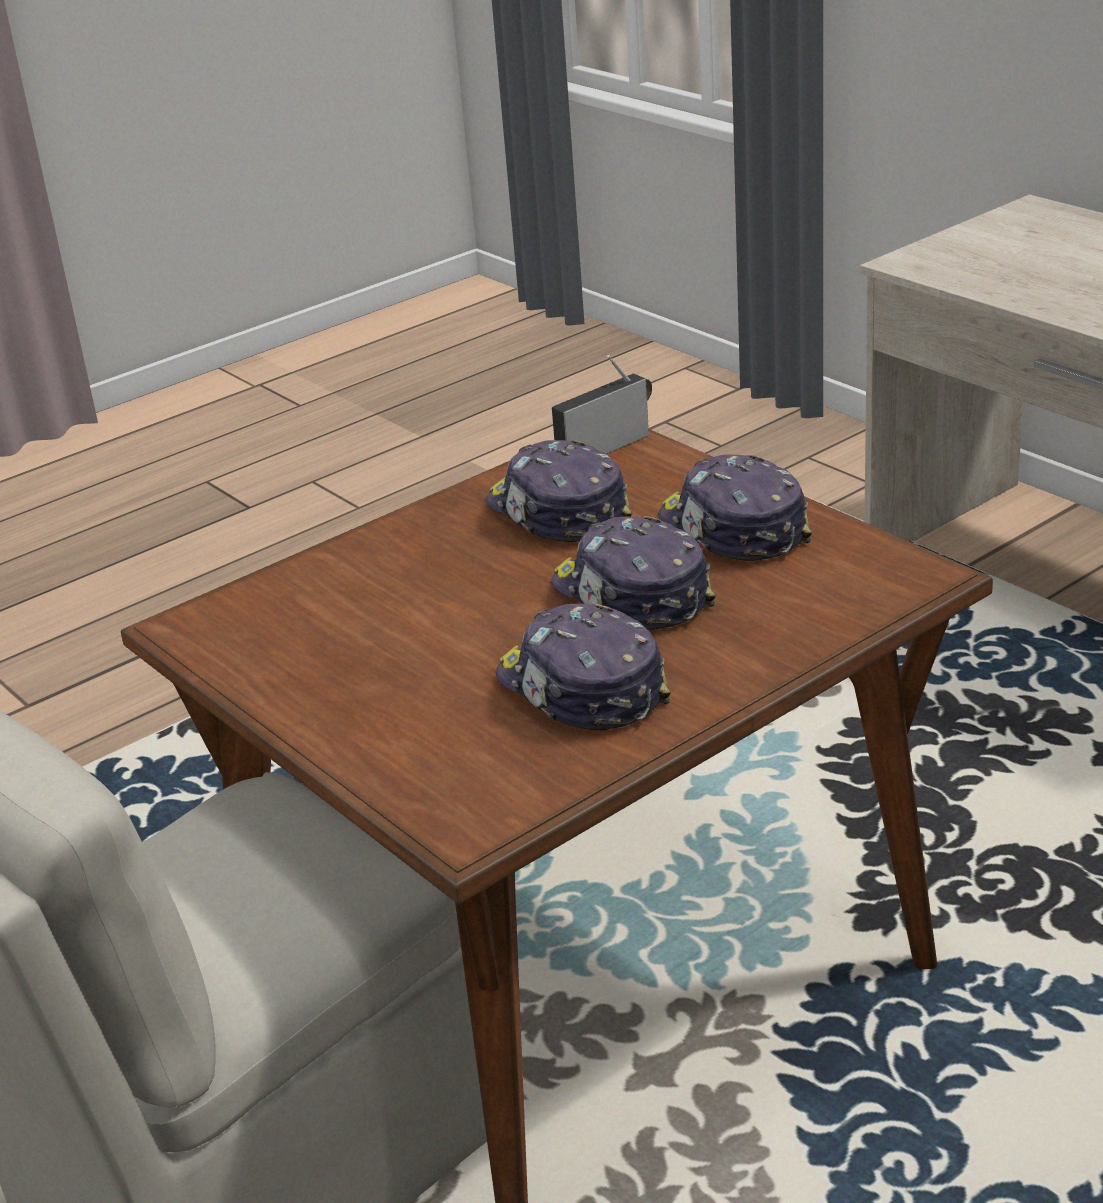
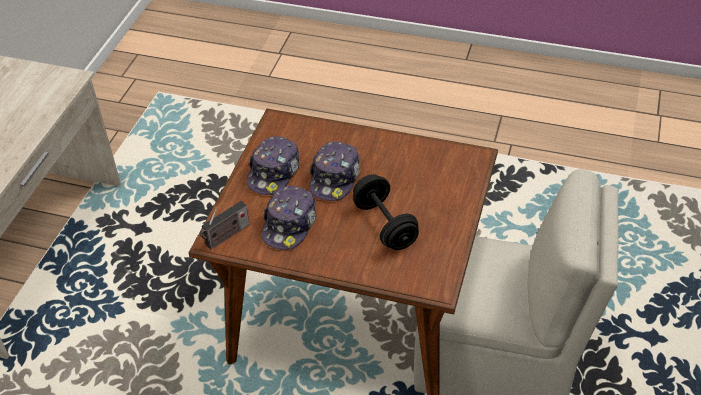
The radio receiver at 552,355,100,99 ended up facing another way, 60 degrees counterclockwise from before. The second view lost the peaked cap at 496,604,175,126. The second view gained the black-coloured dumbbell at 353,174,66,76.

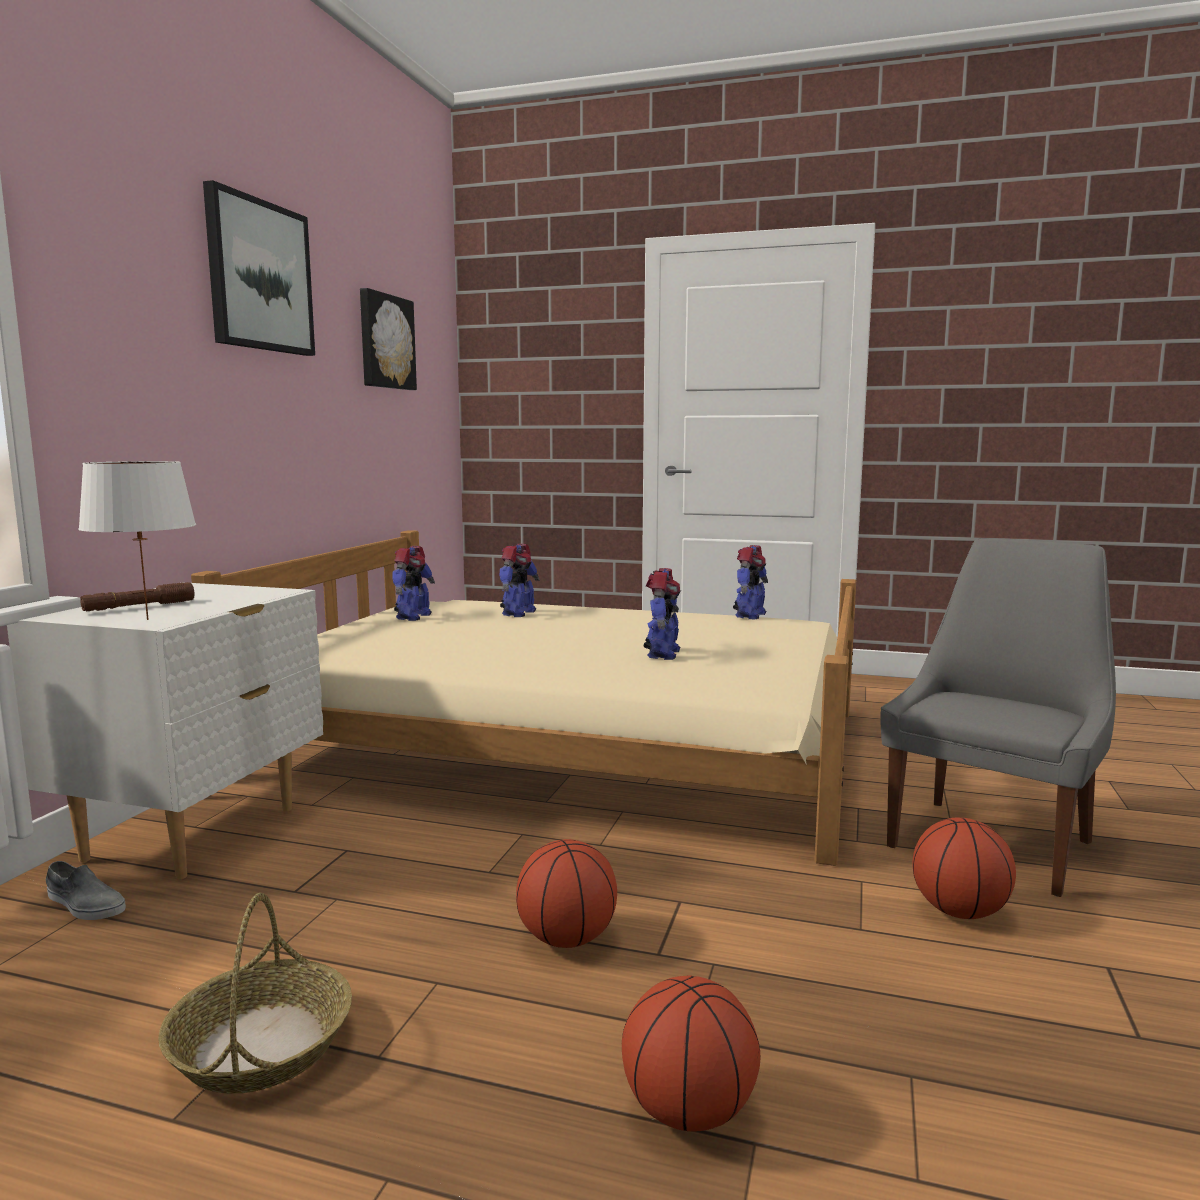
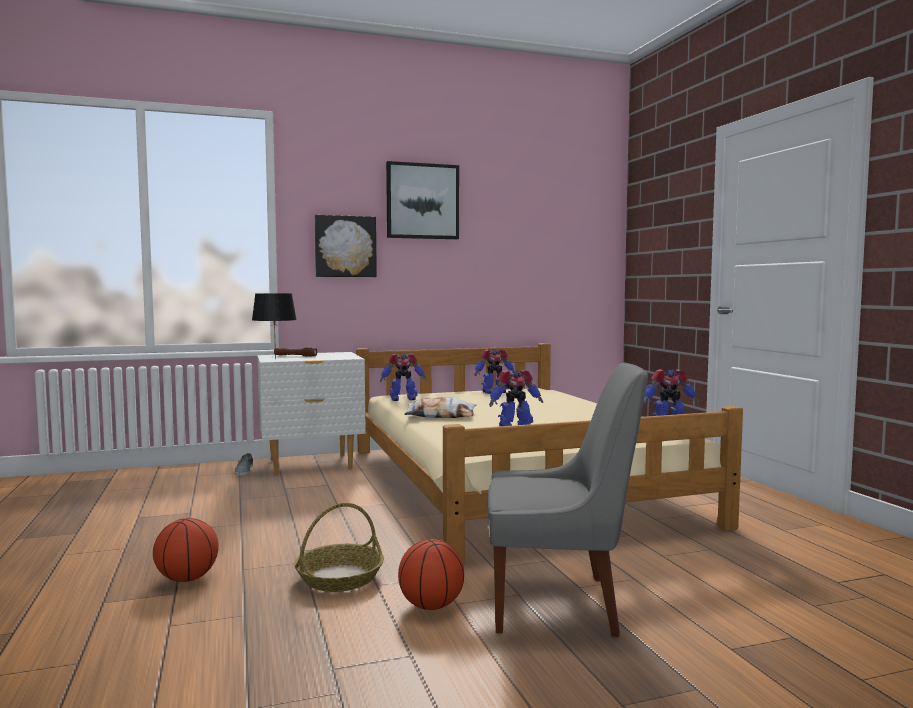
The wall picture ended up elsewhere, having gone from 360,288,57,102 to 315,215,62,62. What was the whitish lamp for a table at 78,461,118,159 turned into the black-coloured lamp for a table at 252,293,45,66. The model robot ended up elsewhere, having gone from 500,544,40,73 to 380,353,47,48. The second view lost the basketball ball at 516,839,101,109. The storage basket ended up elsewhere, having gone from 158,893,194,201 to 294,503,90,89. The second view gained the pillow at 404,397,72,21.

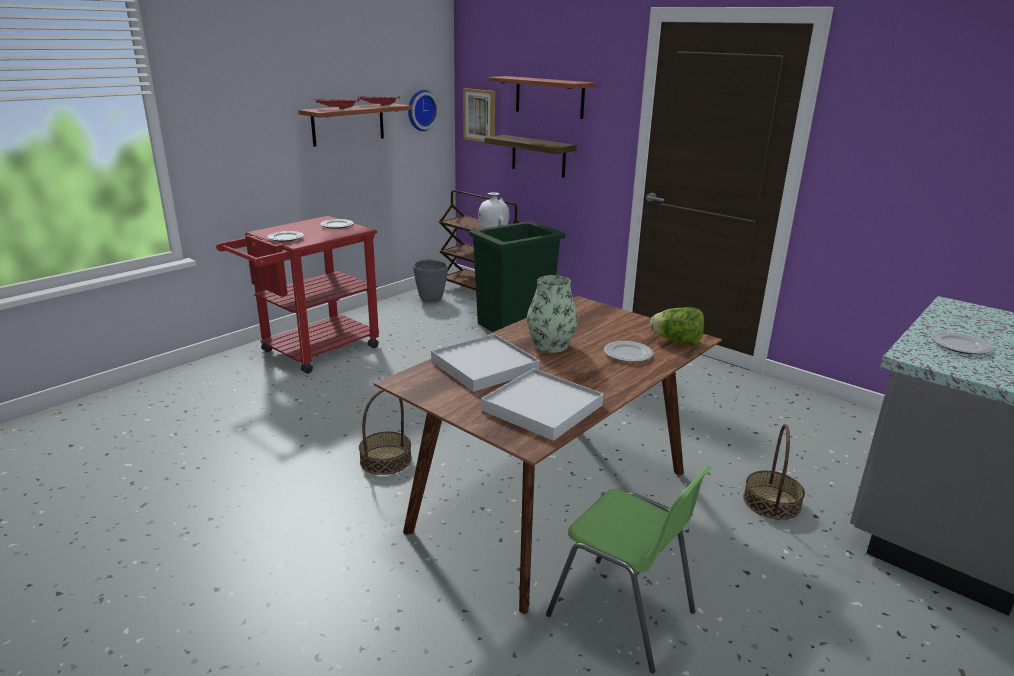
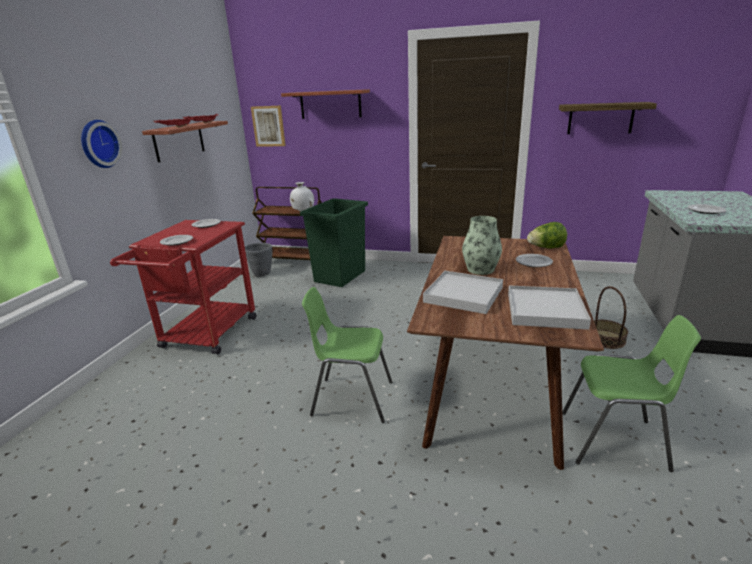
The hanging clock ended up elsewhere, having gone from 408,90,31,41 to 81,120,41,48. The shelf ended up elsewhere, having gone from 484,135,93,43 to 559,102,98,32. Where the storage basket stood at 359,390,53,85, the green plain chair came to stand at 302,287,90,136.

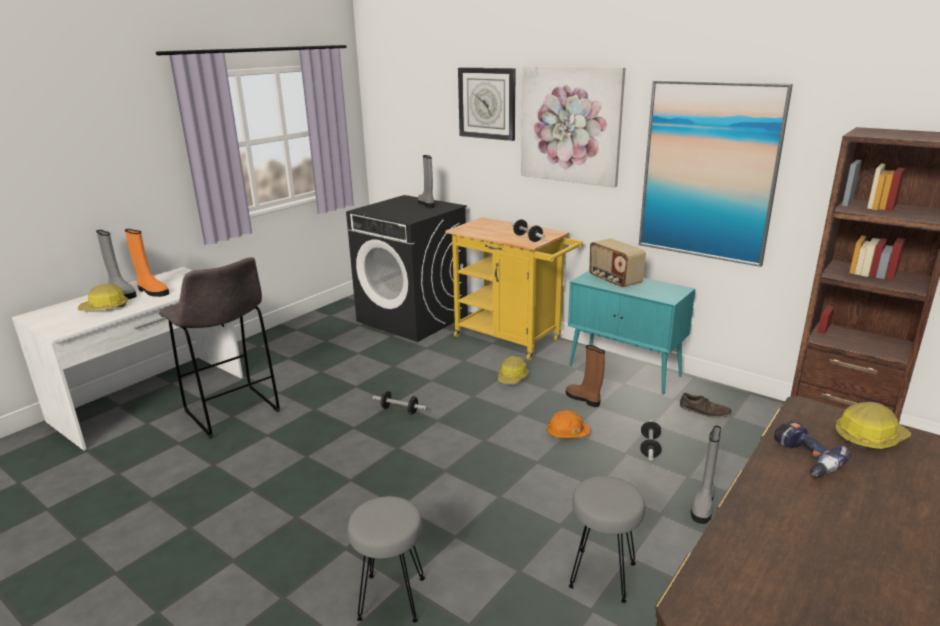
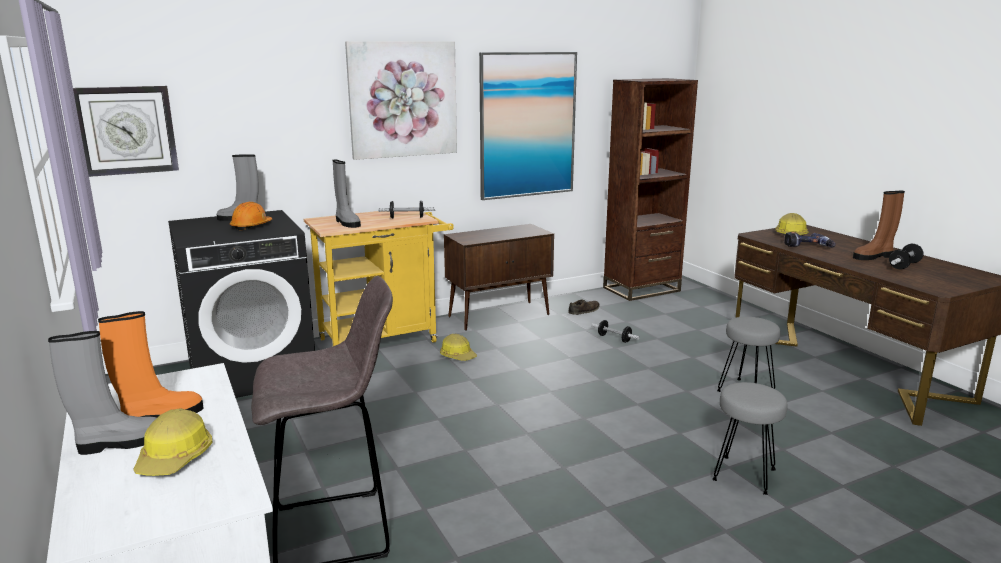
The hanging clock ended up elsewhere, having gone from 458,67,58,74 to 73,86,106,91. The second view lost the radio receiver at 589,238,57,50. What was the turquoise-coloured storage cabinet at 568,271,127,124 turned into the brown storage cabinet at 444,224,110,107. The brown high-top boot ended up elsewhere, having gone from 566,345,39,62 to 853,191,52,69. The dumbbell ended up elsewhere, having gone from 373,391,54,24 to 889,244,34,26. The orange-coloured work helmet ended up elsewhere, having gone from 546,410,45,29 to 230,202,42,28. The grey high-top boot ended up elsewhere, having gone from 691,426,30,98 to 332,160,29,68.

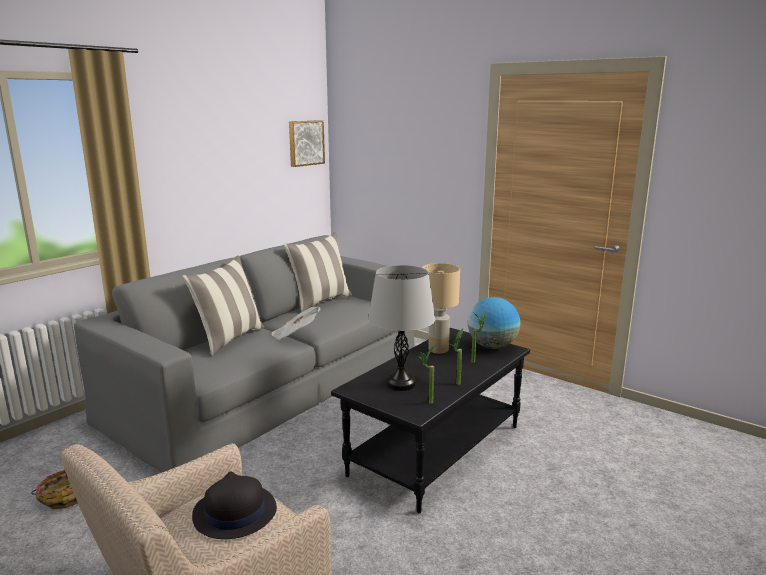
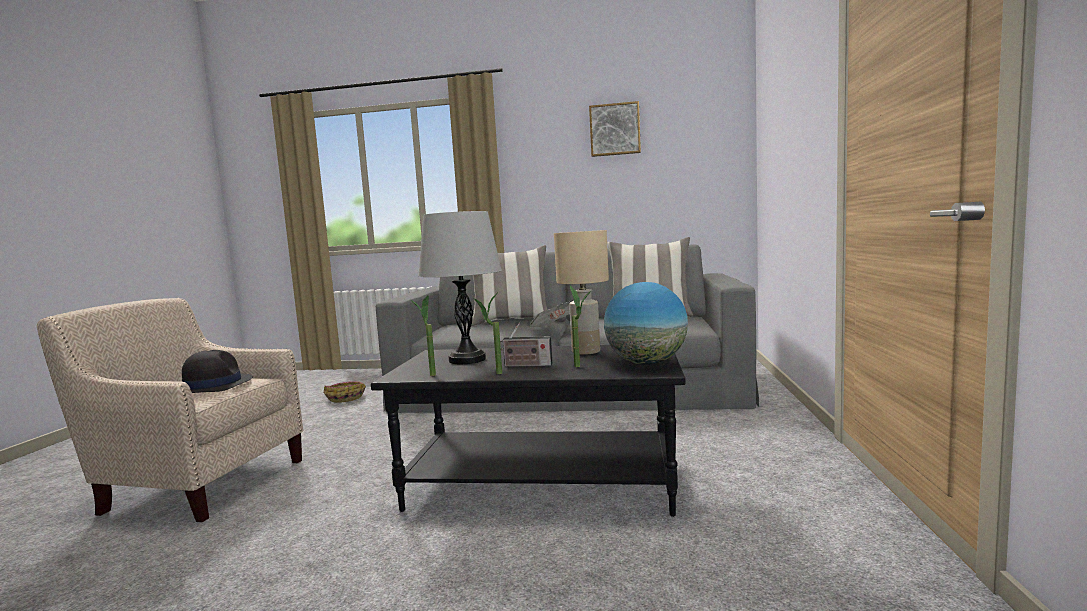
The wall picture ended up elsewhere, having gone from 289,120,36,47 to 589,101,52,56. The second view gained the radio receiver at 500,323,52,44.

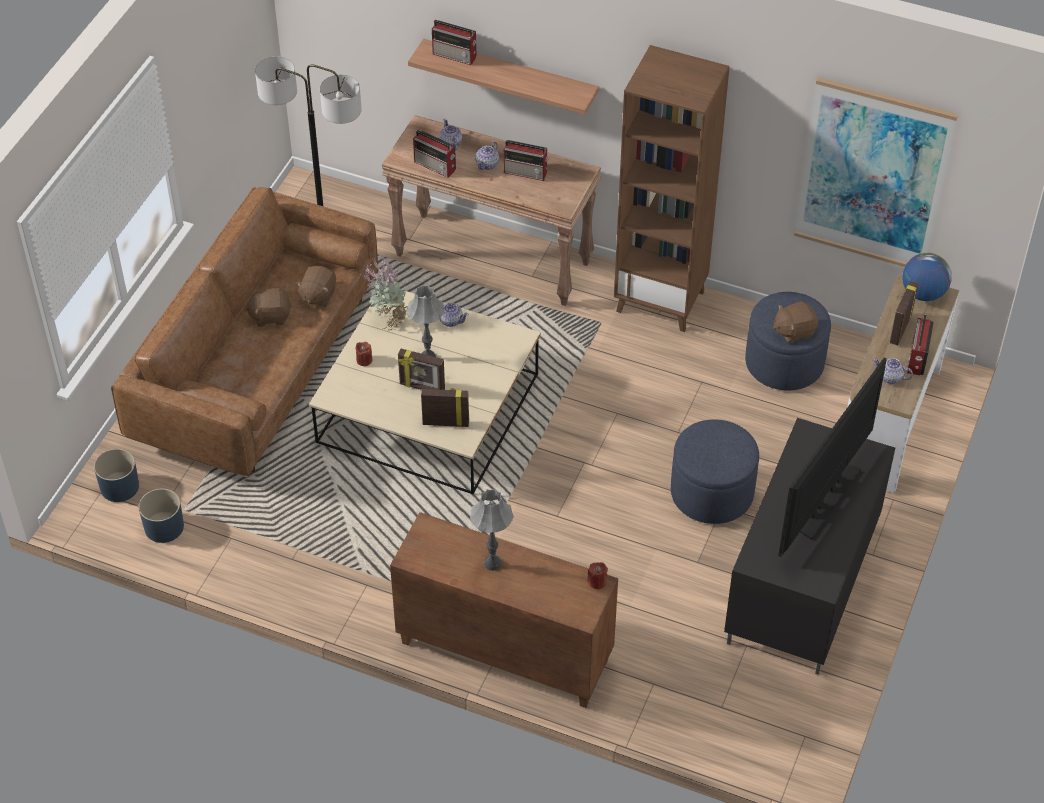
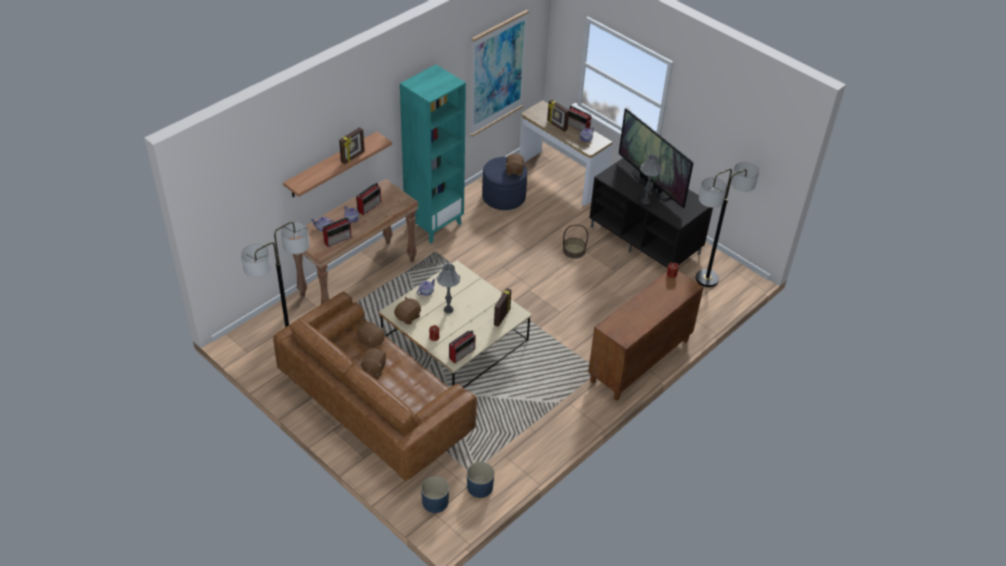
The radio receiver ended up elsewhere, having gone from 432,20,45,45 to 449,330,27,33. What was the brown bookcase at 614,45,116,287 turned into the turquoise-coloured bookcase at 400,65,66,178. The second view lost the world globe at 902,253,50,48. Where the plant in a pot stood at 363,256,45,75, the brown cuddly toy came to stand at 394,297,27,28. The picture frame ended up elsewhere, having gone from 398,349,47,41 to 339,127,26,37. Where the blue-coloured pouffe stood at 671,419,88,105, the storage basket came to stand at 563,224,25,35. The grey lamp for a table ended up elsewhere, having gone from 470,489,44,82 to 640,154,22,50. The second view gained the floor lamp at 696,162,63,125.

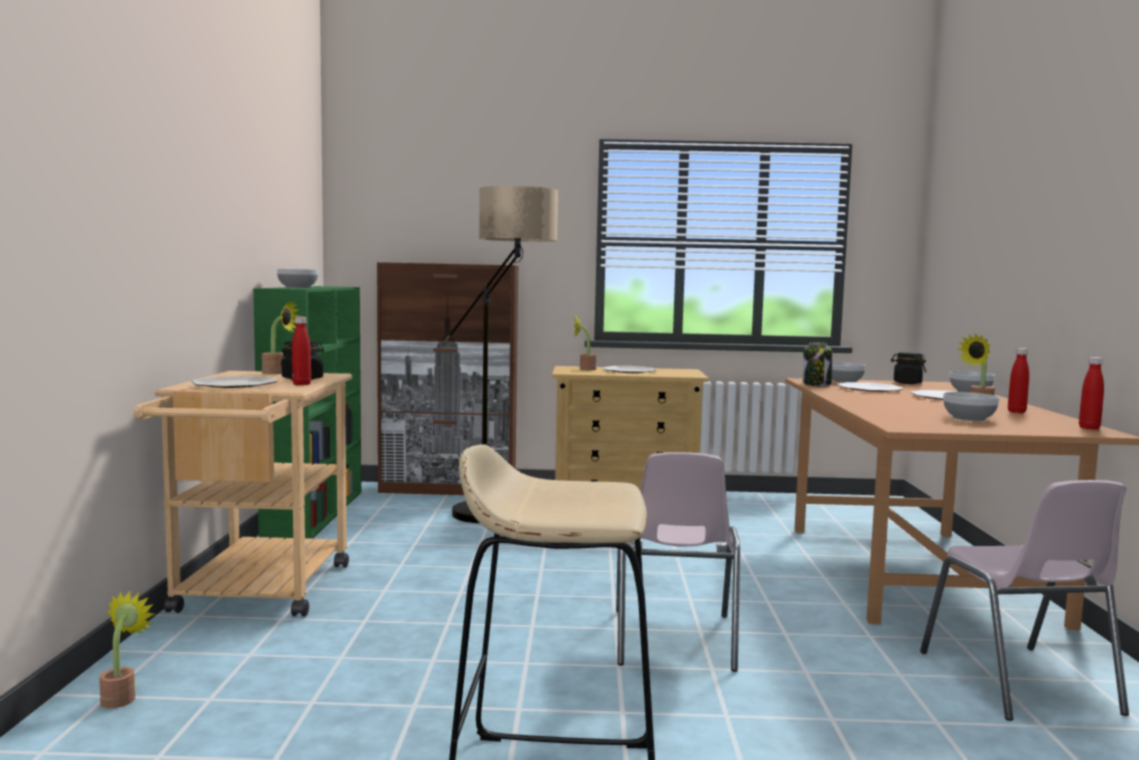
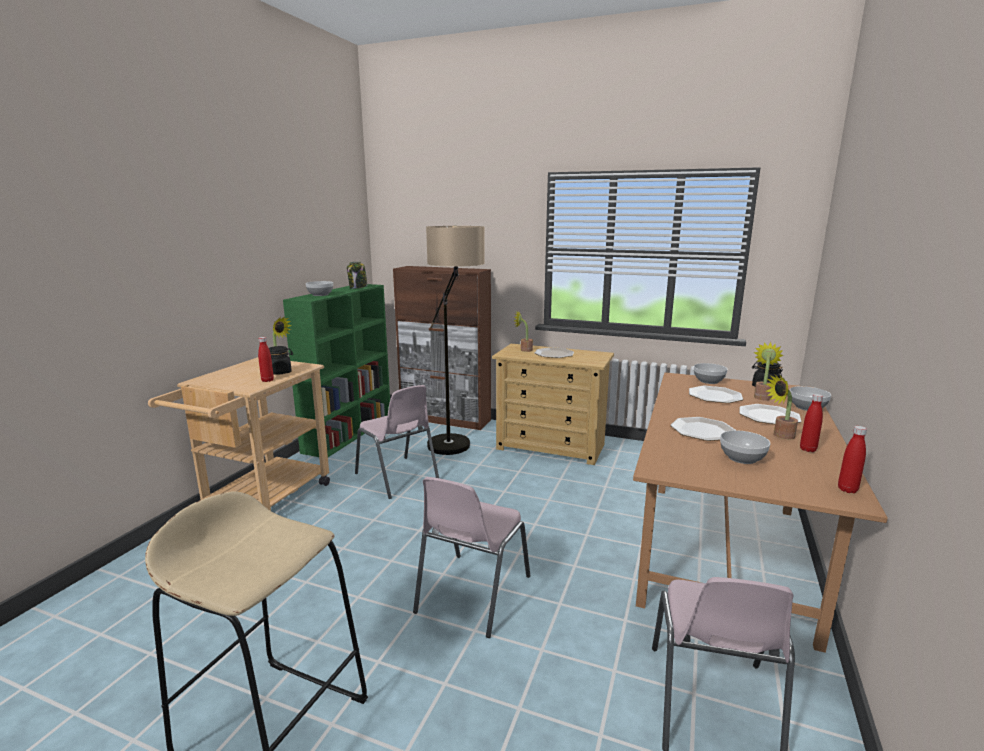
The jar ended up elsewhere, having gone from 803,342,29,44 to 347,261,21,28. The flat dish ended up elsewhere, having gone from 192,376,85,12 to 670,417,65,24. The plant in a pot ended up elsewhere, having gone from 99,591,56,117 to 754,342,29,59. The second view gained the pink-coloured plain chair at 355,385,84,114.

